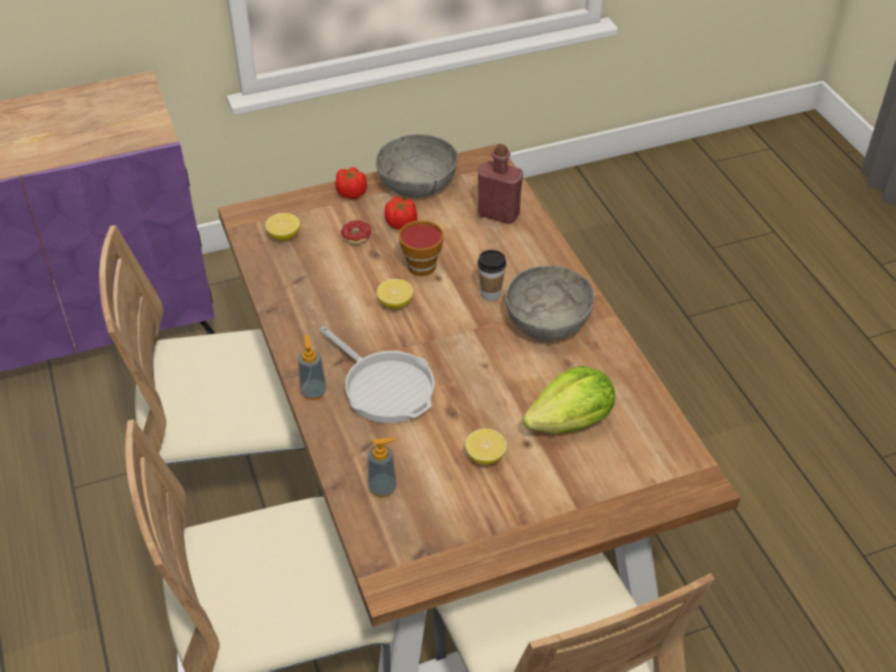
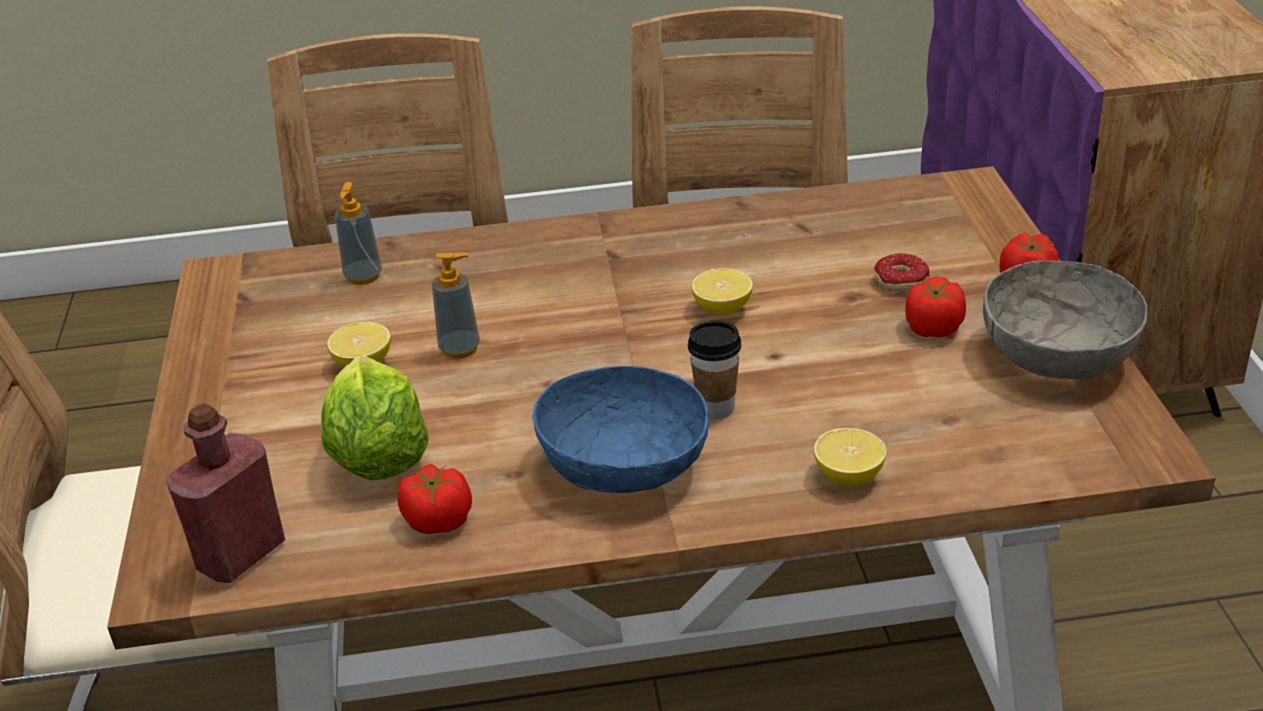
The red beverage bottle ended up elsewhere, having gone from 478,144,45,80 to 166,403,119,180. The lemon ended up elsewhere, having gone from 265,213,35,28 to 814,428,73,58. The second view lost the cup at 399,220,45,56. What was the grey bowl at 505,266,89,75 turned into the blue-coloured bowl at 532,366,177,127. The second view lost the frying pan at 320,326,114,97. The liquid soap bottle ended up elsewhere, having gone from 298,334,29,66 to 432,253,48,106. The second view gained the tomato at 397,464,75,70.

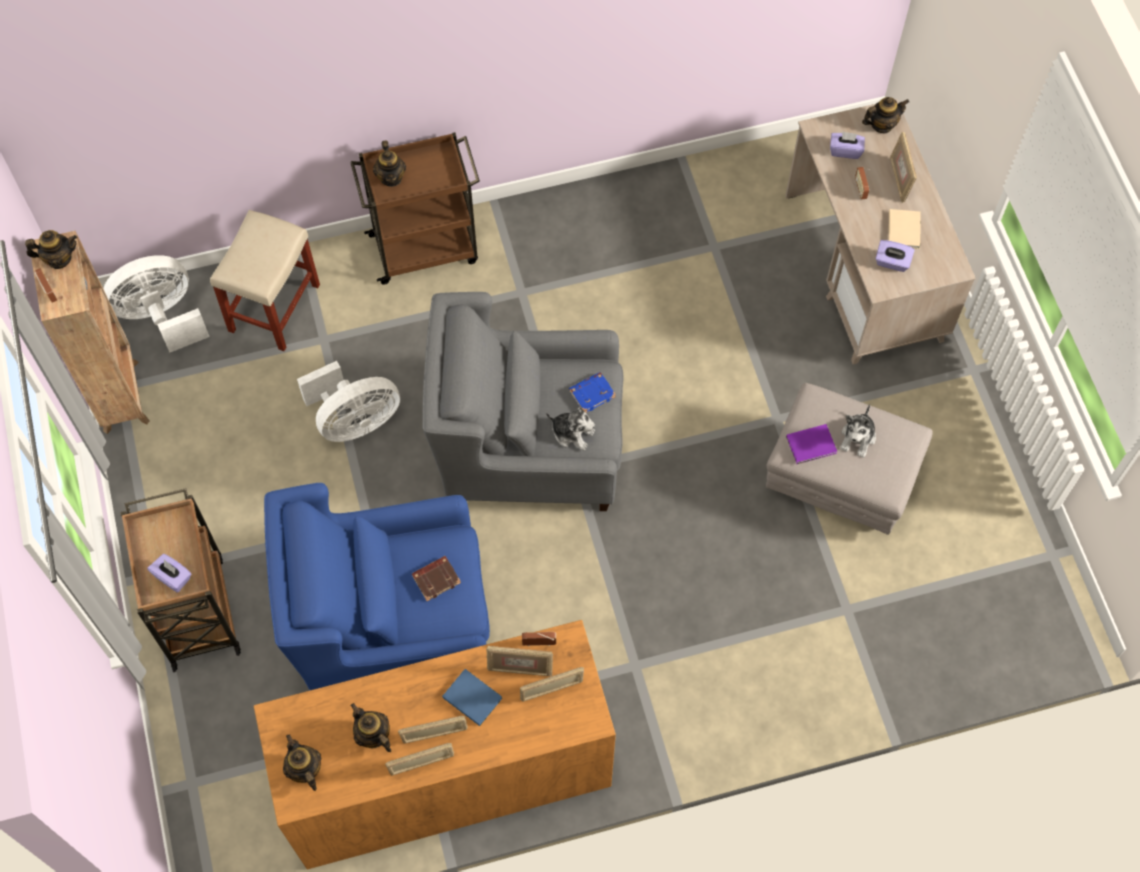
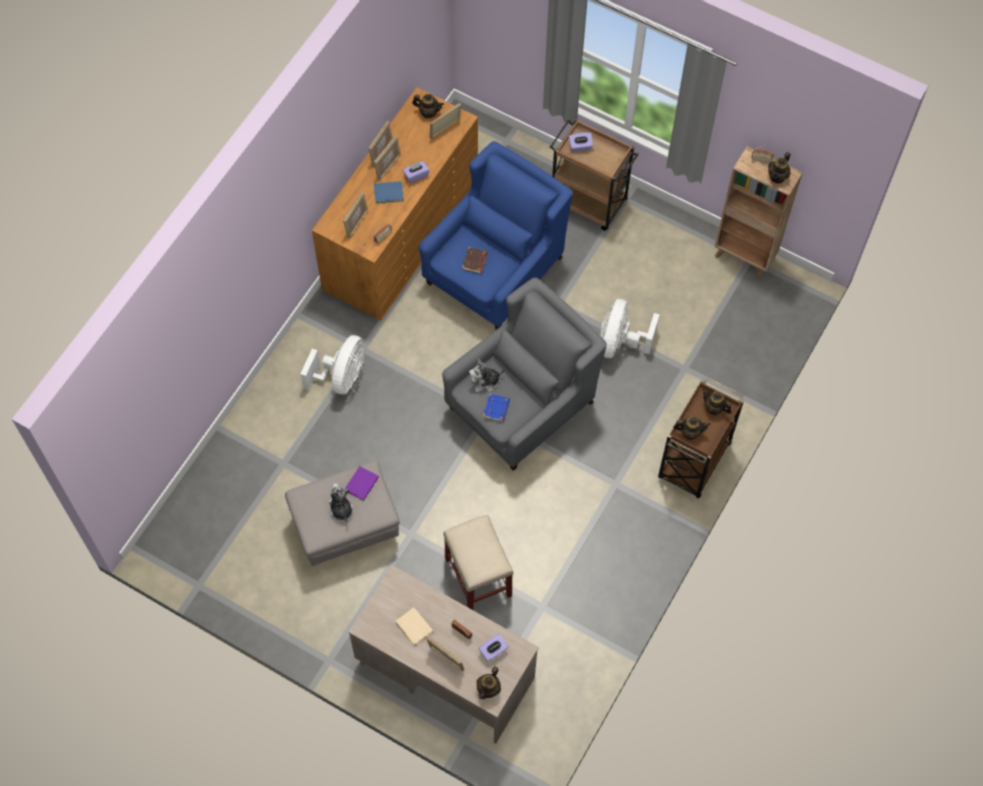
The beige-coloured sitting stool ended up elsewhere, having gone from 210,210,110,141 to 443,514,70,96. The purplish box of tissues ended up elsewhere, having gone from 876,240,39,32 to 403,161,27,22. The whitish cooling fan ended up elsewhere, having gone from 103,255,106,98 to 300,335,64,60. The picture frame ended up elsewhere, having gone from 486,646,67,30 to 430,103,31,36. The pot for tea ended up elsewhere, having gone from 351,703,41,49 to 673,416,37,24.

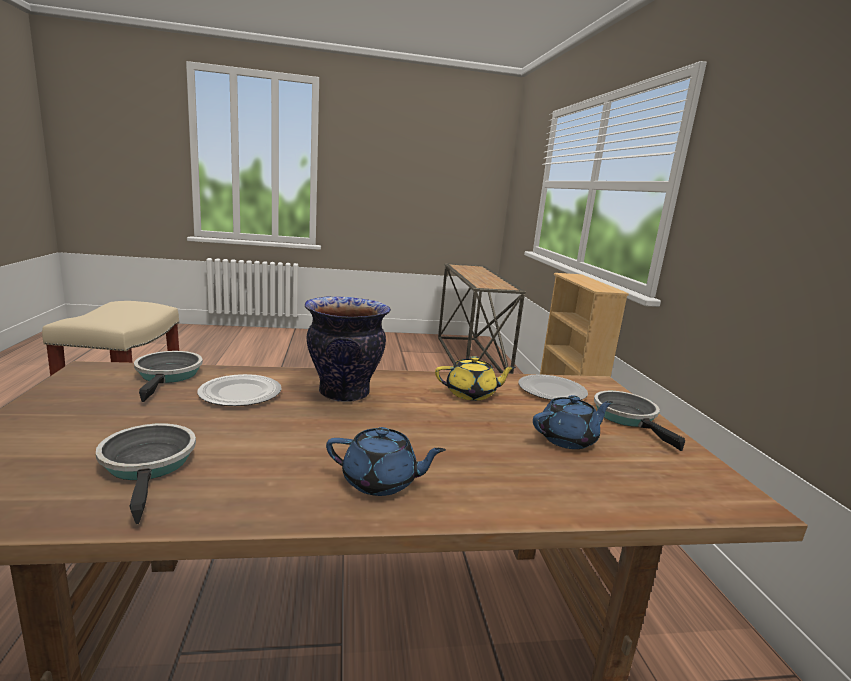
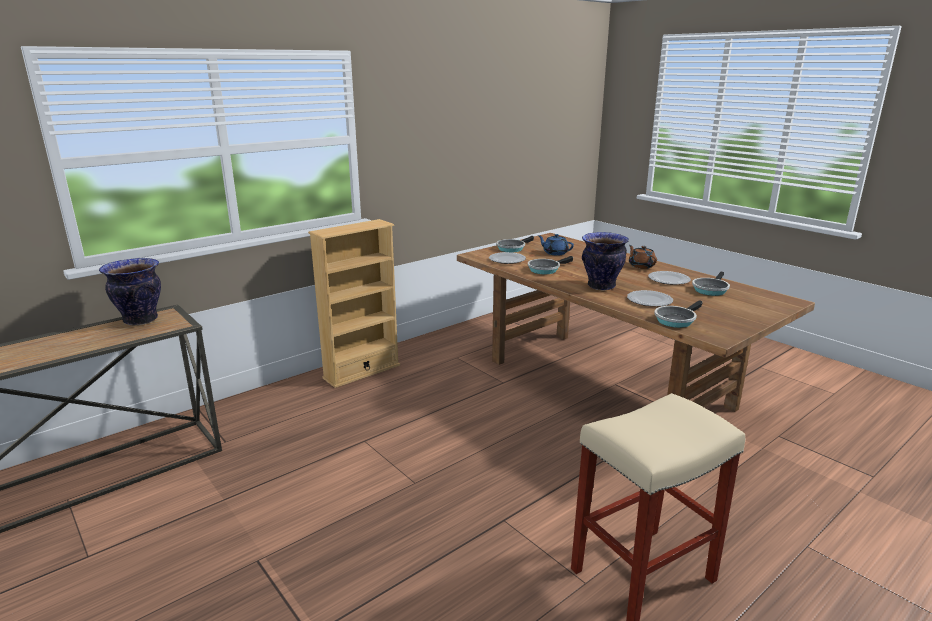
Where the yellow pot for tea stood at 435,356,81,45, the frying pan came to stand at 528,256,45,18. What was the blue-coloured pot for tea at 326,427,120,69 turned into the brown pot for tea at 629,245,28,24. The second view gained the decorative vase at 99,258,62,67. The second view gained the flat dish at 648,271,43,14.

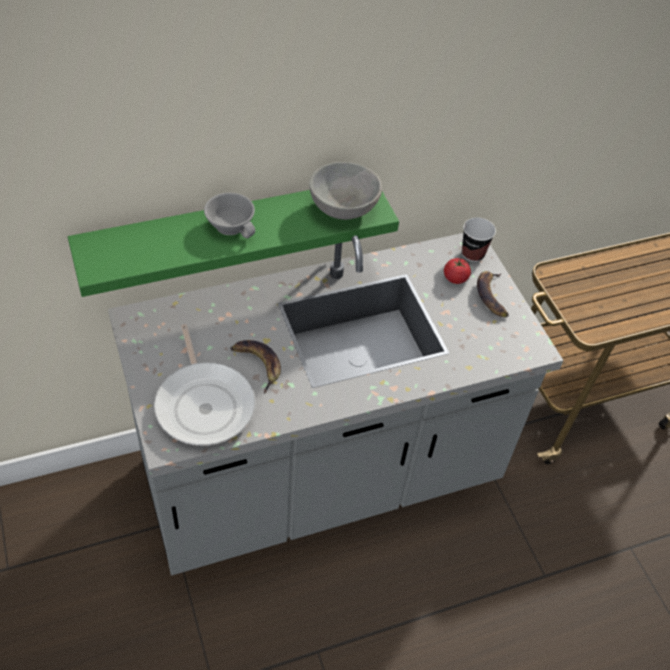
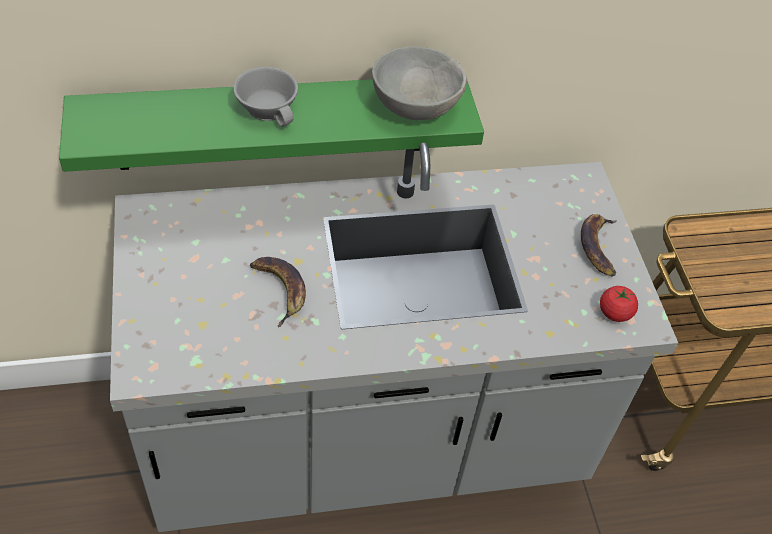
The second view lost the cup at 462,218,34,44. The tomato ended up elsewhere, having gone from 444,258,27,26 to 600,286,38,36. The second view lost the frying pan at 154,324,102,122.

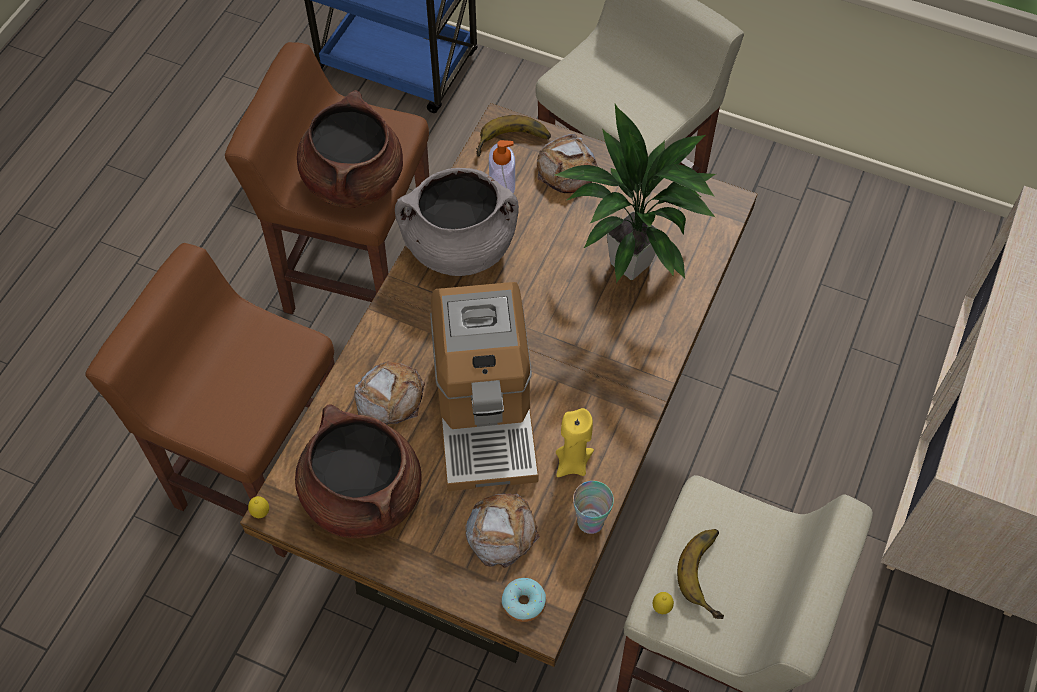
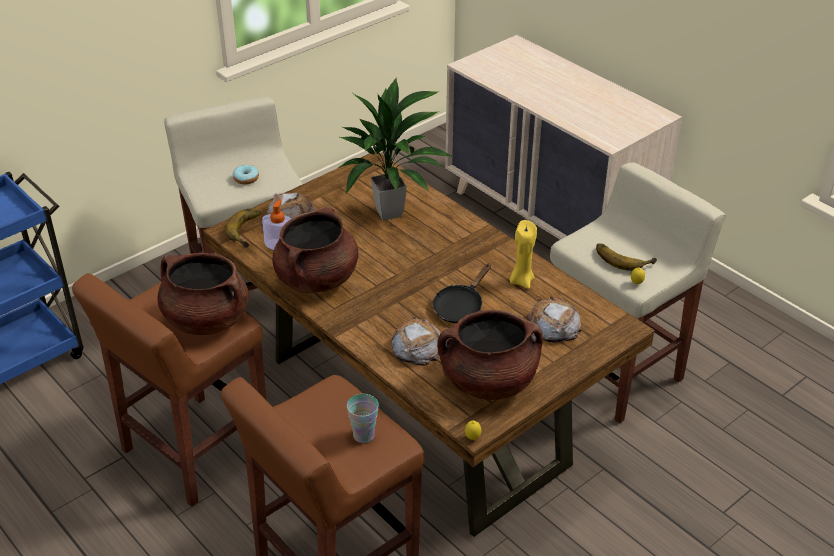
What was the grey stockpot at 395,168,124,108 turned into the brown stockpot at 272,206,86,87. Where the coffee brewer stood at 430,282,109,209, the black-coloured frying pan came to stand at 433,264,58,59. The cup ended up elsewhere, having gone from 573,481,41,53 to 347,394,32,49. The doughnut ended up elsewhere, having gone from 502,578,44,44 to 233,165,26,20.

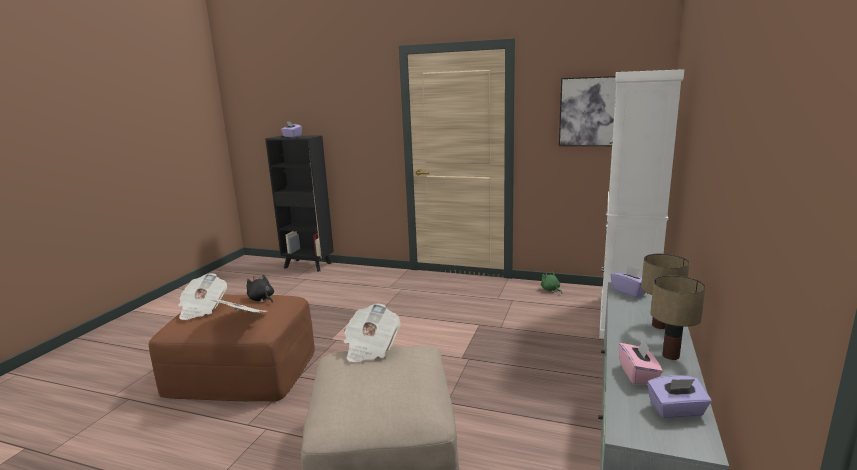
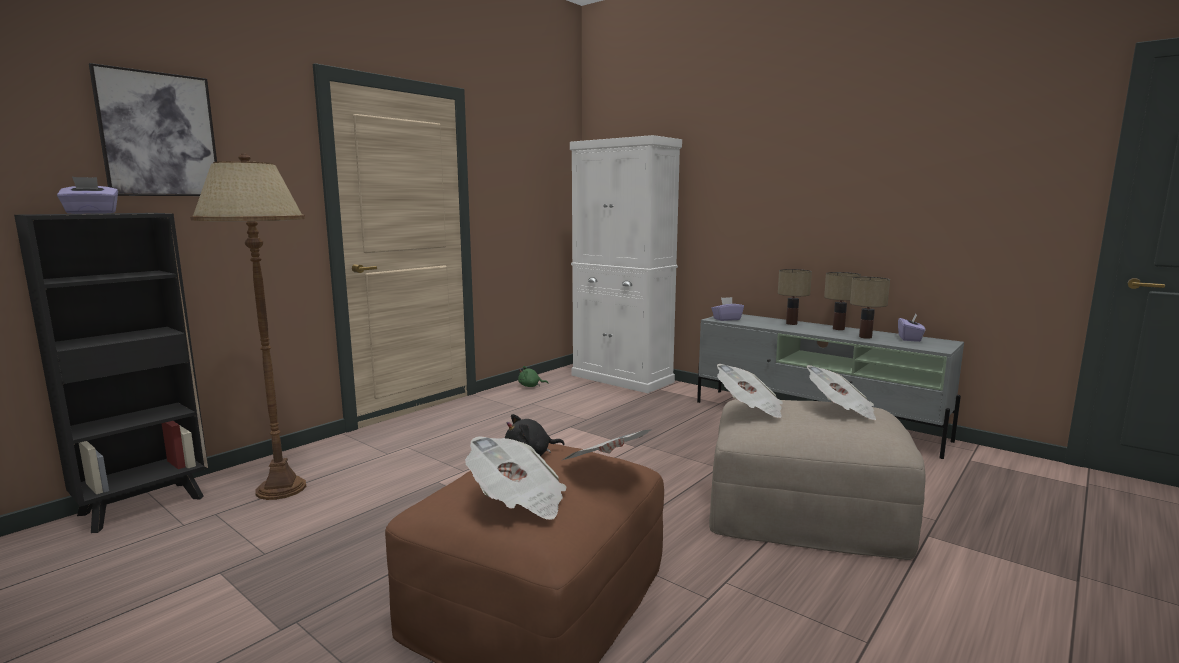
The wall picture ended up elsewhere, having gone from 559,76,57,70 to 89,63,128,133. Where the pink-coloured box of tissues stood at 618,340,45,45, the lamp for a table came to stand at 850,277,40,62. The second view gained the brown floor lamp at 190,154,116,346. The second view gained the daily paper at 807,365,69,55.

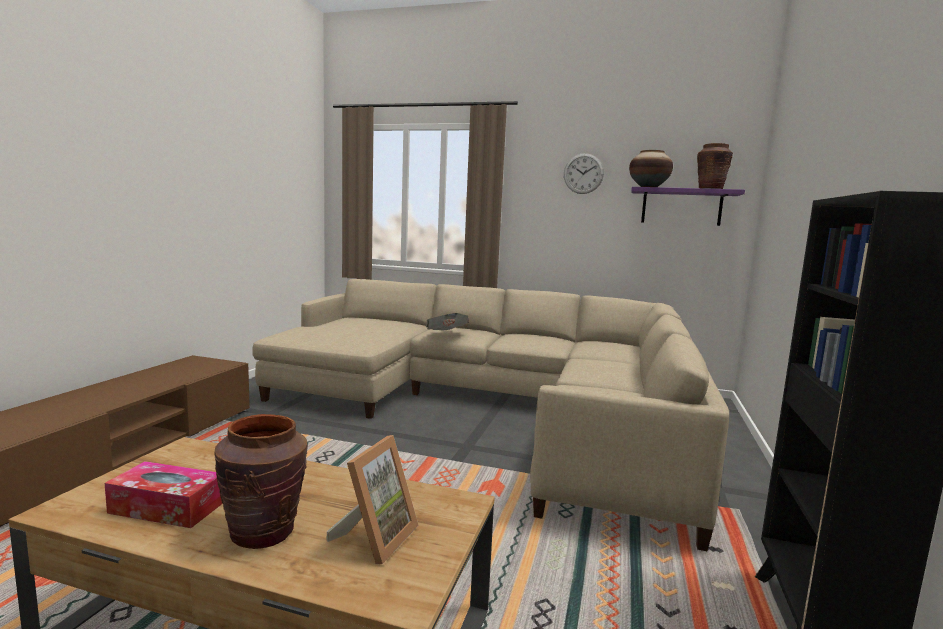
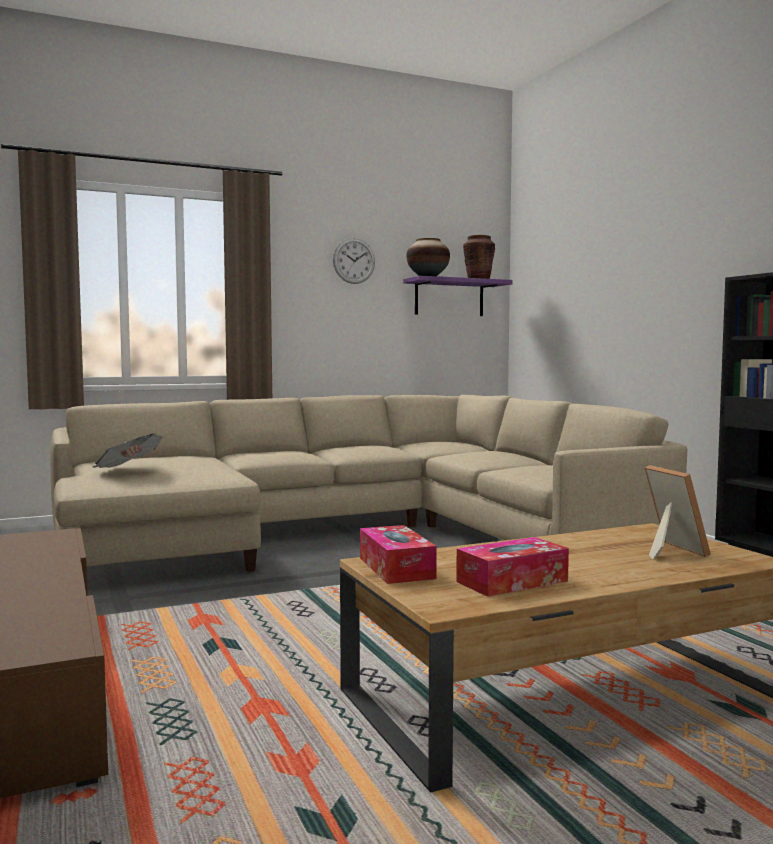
The daily paper ended up elsewhere, having gone from 426,313,43,17 to 93,433,70,35. The second view lost the brown decorative vase at 214,414,94,135. The second view gained the box of tissues at 360,525,77,59.

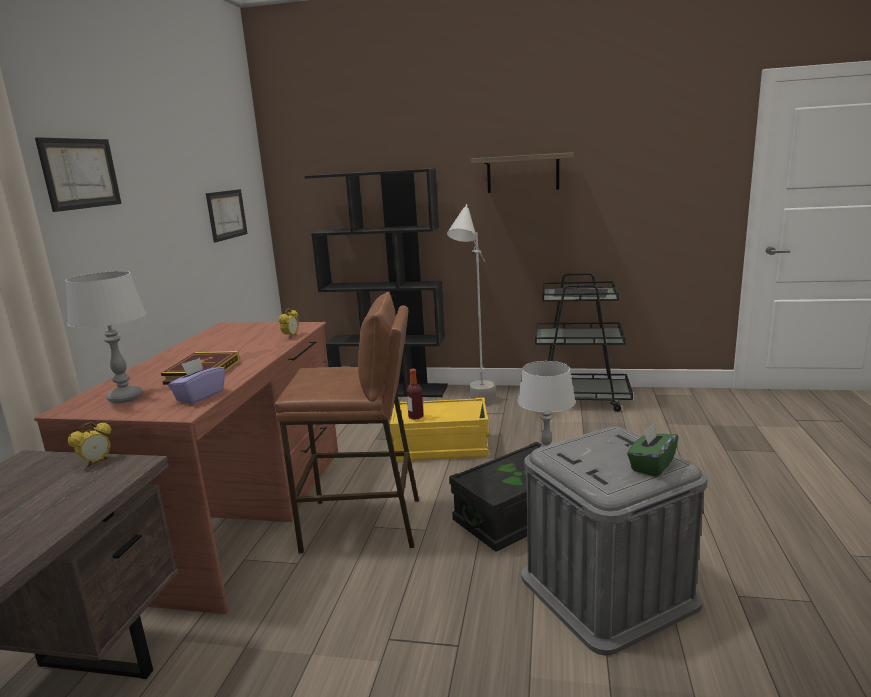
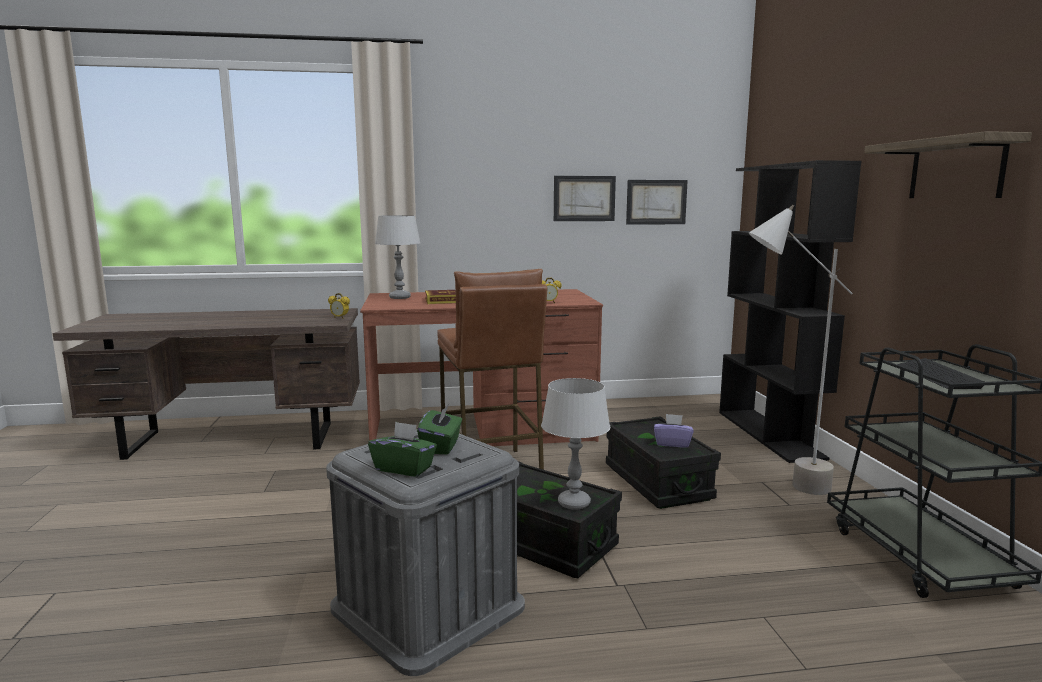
The wall picture ended up elsewhere, having gone from 35,137,87,75 to 554,176,62,45. The purplish box of tissues ended up elsewhere, having gone from 168,358,57,46 to 654,414,40,34. The second view lost the beverage bottle at 406,369,18,51. What was the yellow storage container at 390,398,100,63 turned into the black-coloured storage container at 606,417,115,92. The second view gained the green box of tissues at 417,404,45,50.

